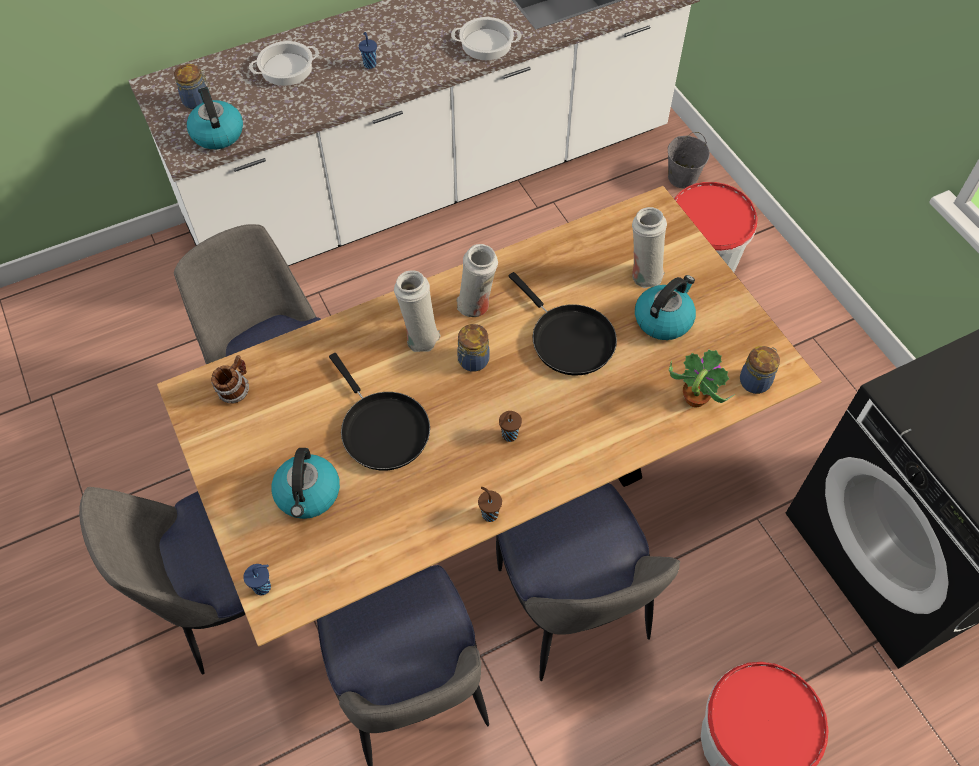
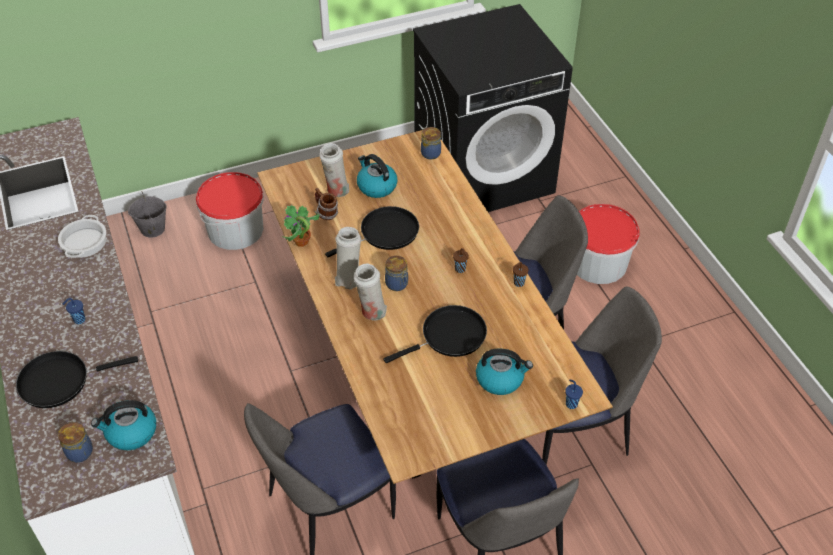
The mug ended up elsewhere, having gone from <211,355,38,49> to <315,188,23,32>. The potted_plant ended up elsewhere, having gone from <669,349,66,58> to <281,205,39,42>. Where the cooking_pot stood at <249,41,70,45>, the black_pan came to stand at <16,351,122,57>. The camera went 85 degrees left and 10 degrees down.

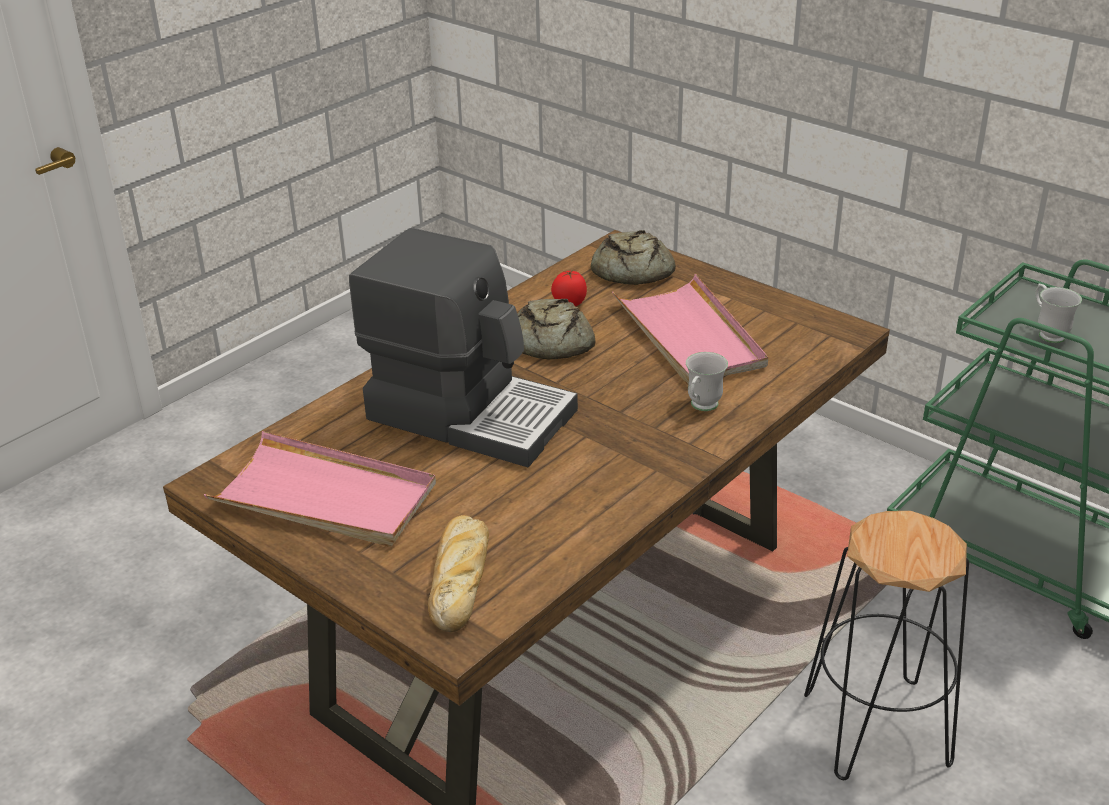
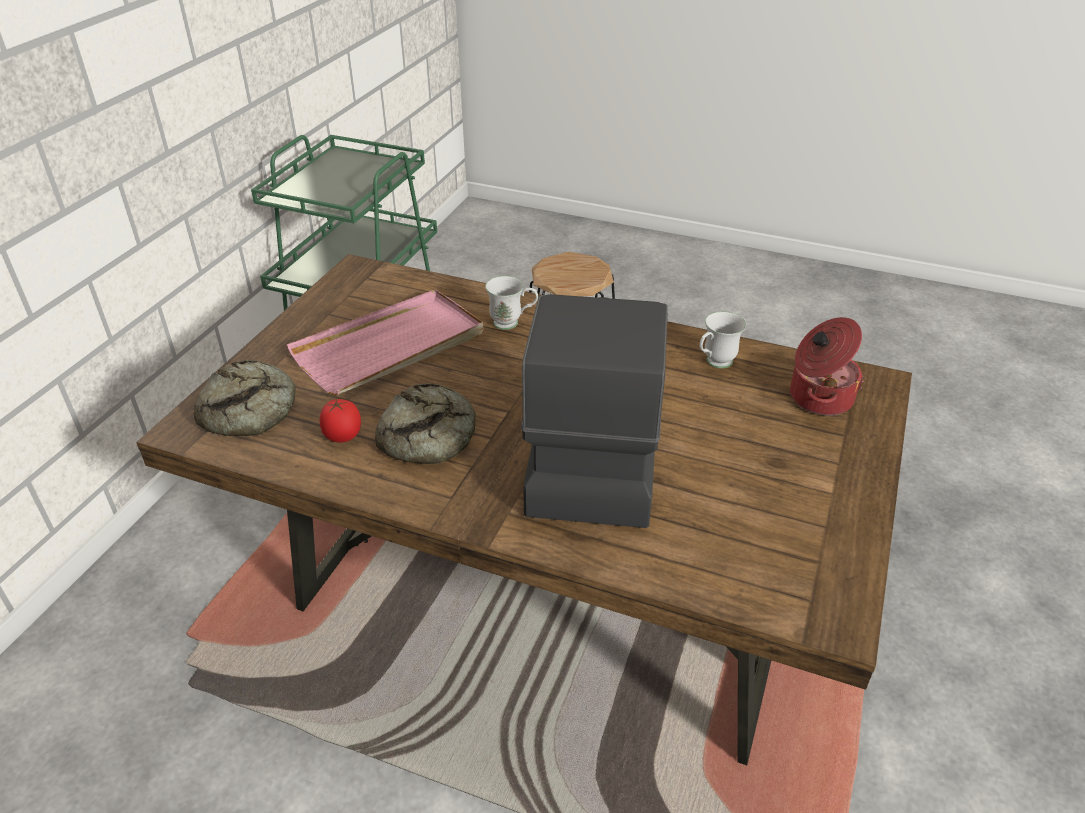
The second view lost the pinkish_tray at <204,431,232,116>. The white_mug ended up elsewhere, having gone from <1035,284,47,59> to <699,311,47,57>. Where the bread stood at <428,515,61,117>, the cooking_pot came to stand at <790,317,74,99>. The camera went 110 degrees left and 5 degrees up.

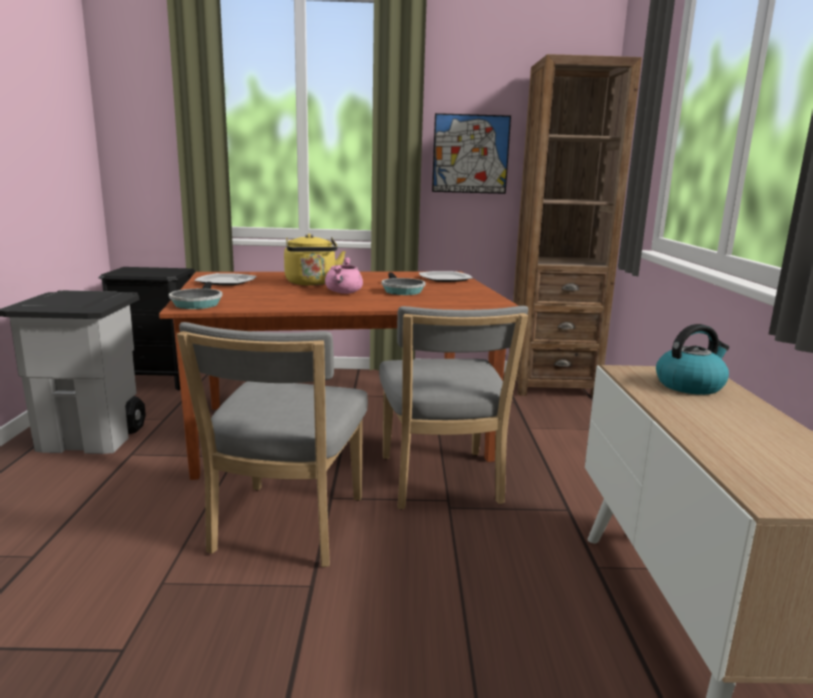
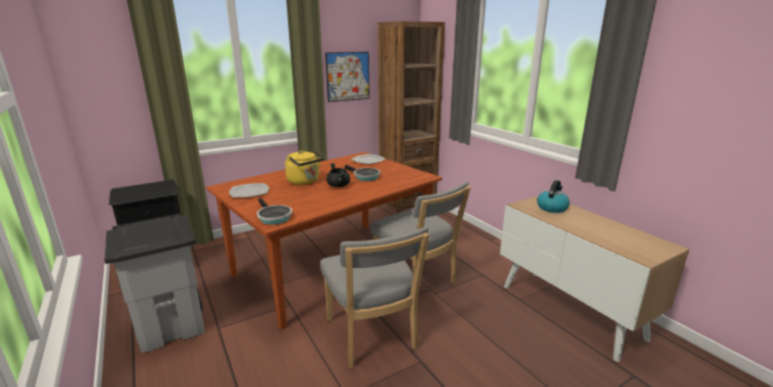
What was the pinkish_cooking_pot at <325,257,38,37> turned into the black_cooking_pot at <326,163,24,24>. The camera went 30 degrees left and 5 degrees up.

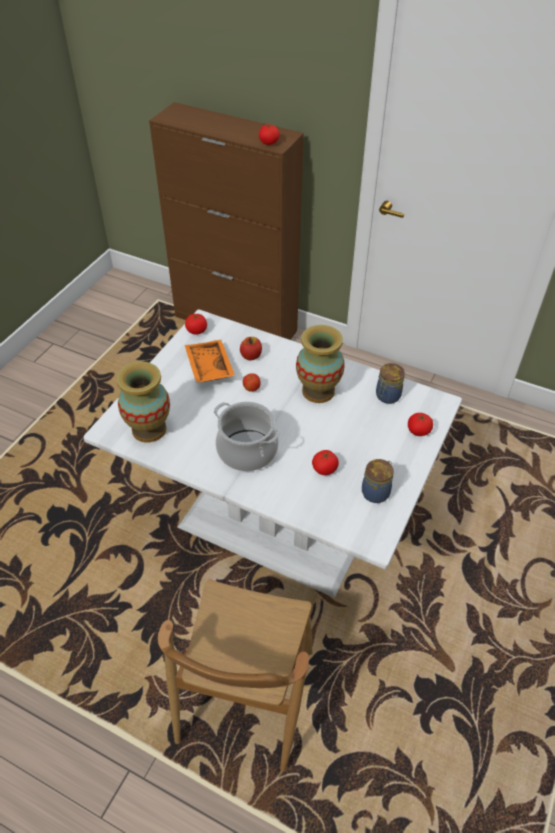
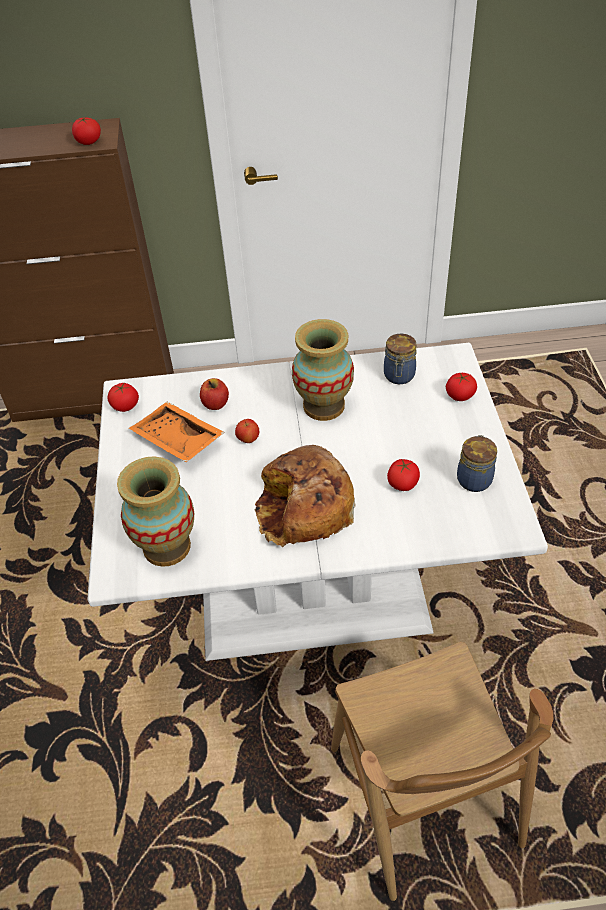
Where the cooking_pot stood at <214,401,66,70>, the bread came to stand at <255,445,101,102>. The camera went 30 degrees left and 0 degrees up.

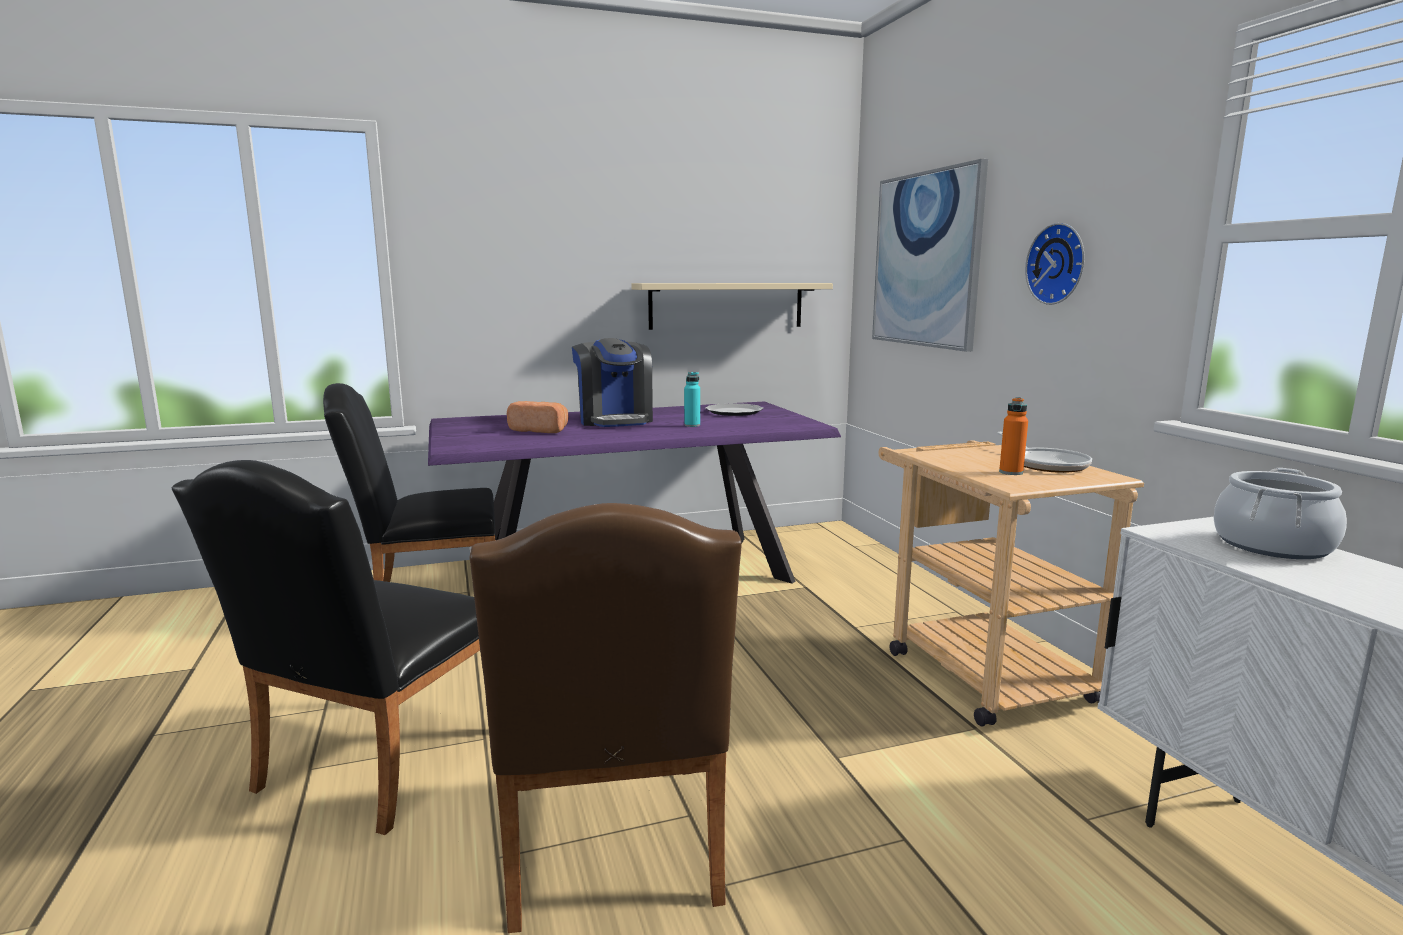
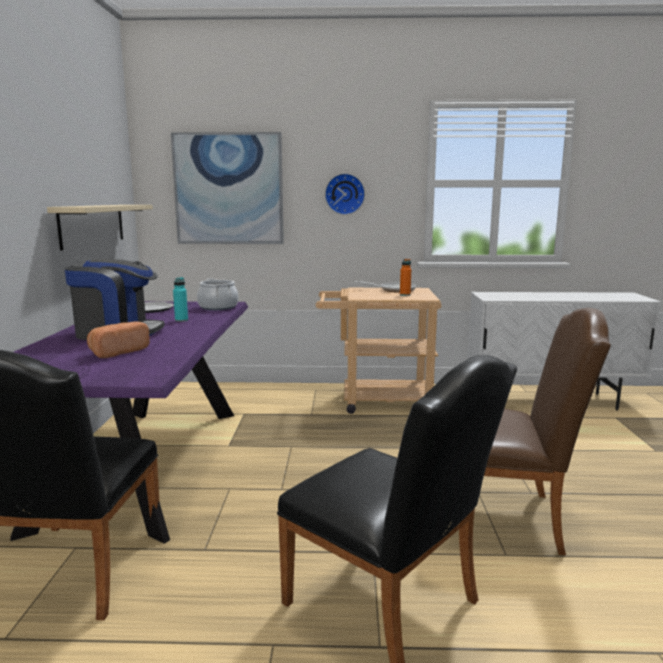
The cooking_pot ended up elsewhere, having gone from <1214,468,133,91> to <197,278,42,32>. The camera went 70 degrees left and 0 degrees up.

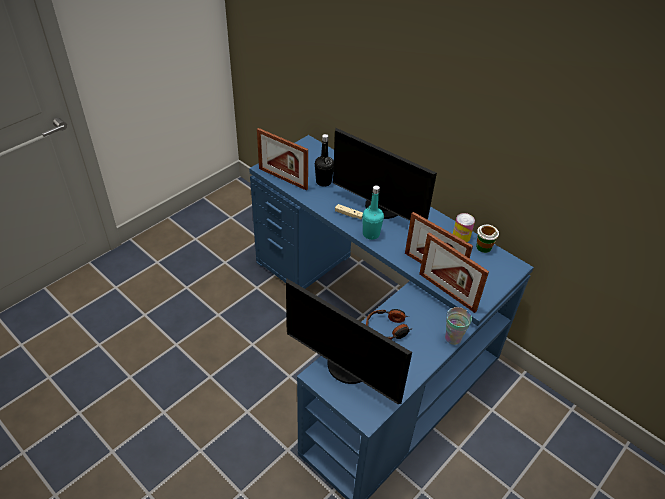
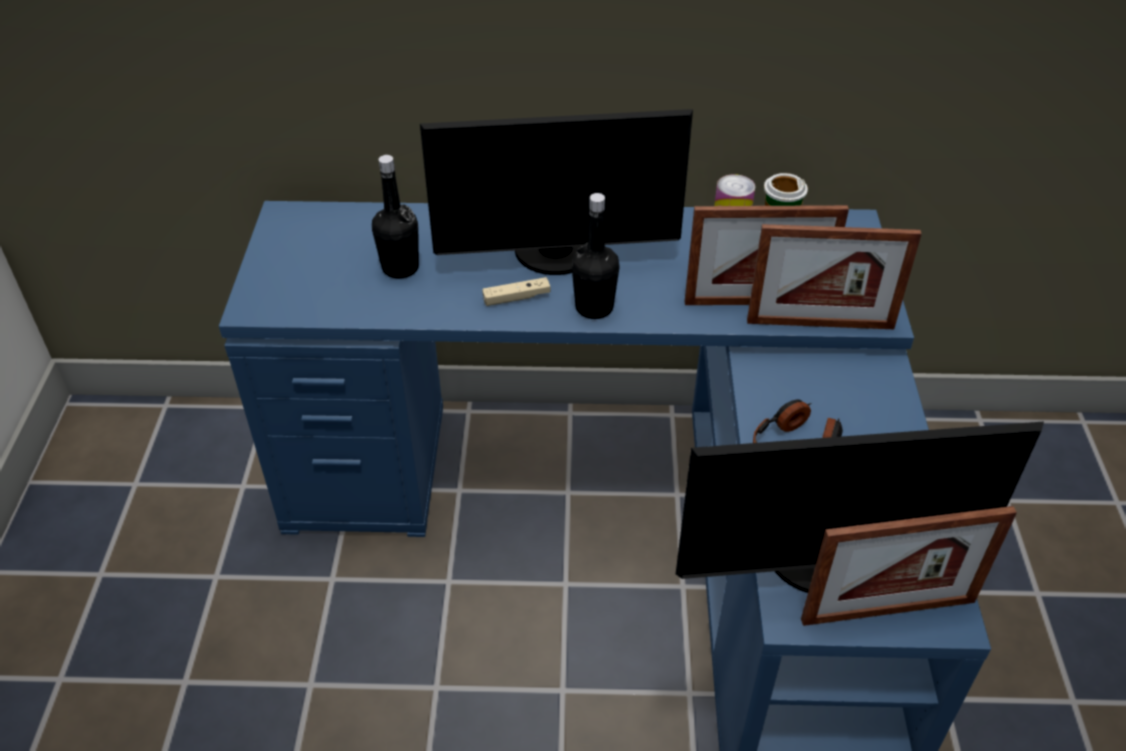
The second view lost the drinking_cup at <445,307,27,38>. The standing_frame ended up elsewhere, having gone from <257,128,51,63> to <801,506,216,120>. What was the blue-green_beverage_bottle at <362,185,22,55> turned into the black_beverage_bottle at <571,193,49,126>. The camera went 40 degrees left and 0 degrees up.

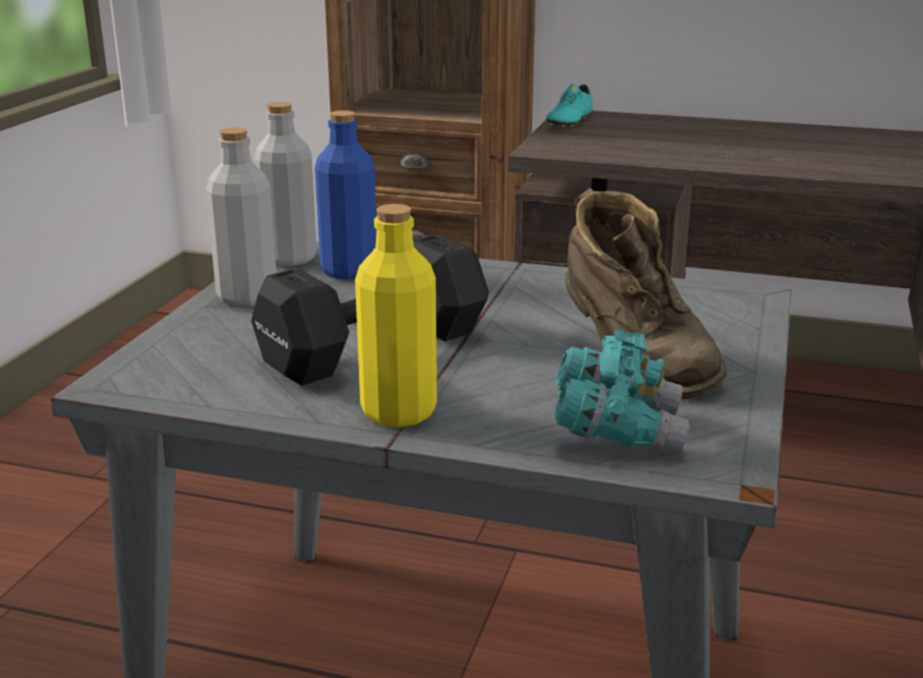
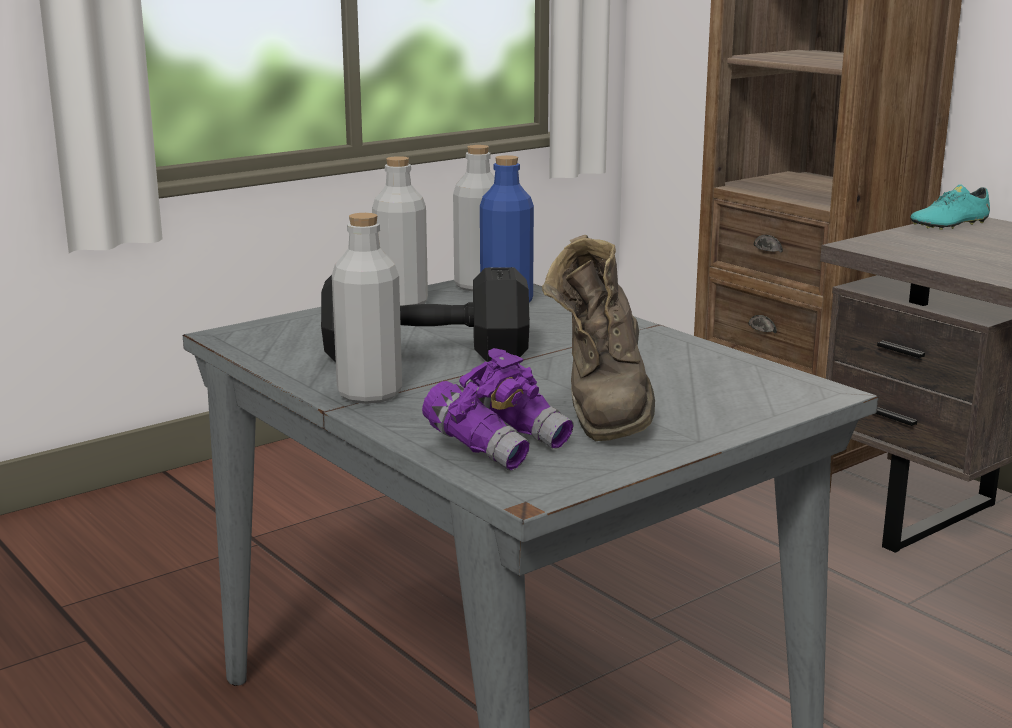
What was the yellow_beverage_bottle at <355,204,82,223> turned into the greyish_beverage_bottle at <332,213,70,191>. What was the blue-green_binoculars at <554,330,135,126> turned into the purple-coloured_binoculars at <422,348,151,122>. The camera went 35 degrees right and 5 degrees down.

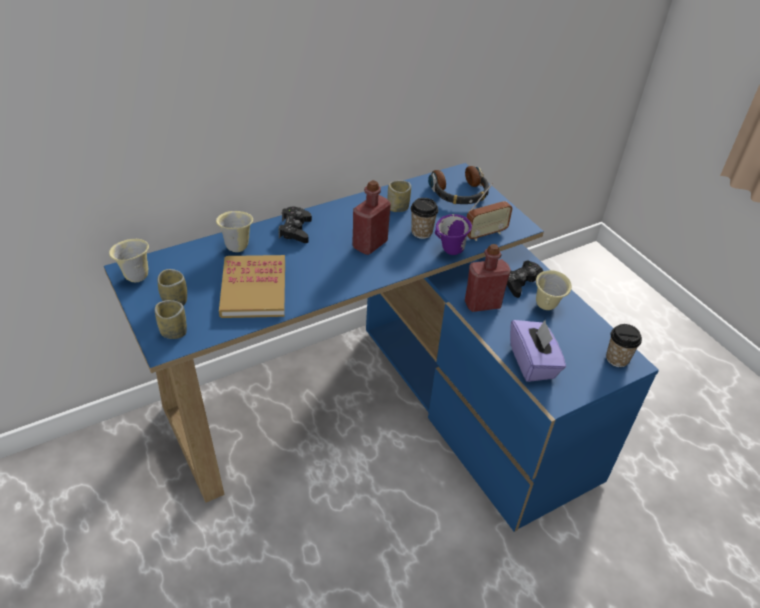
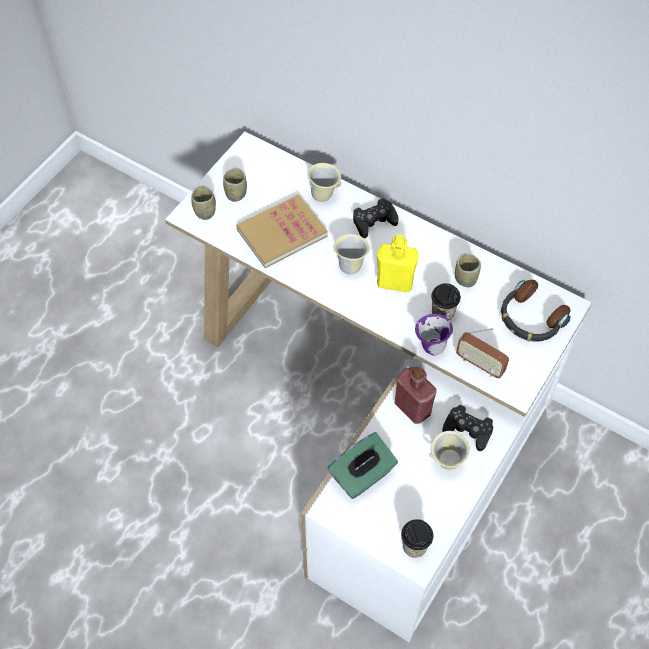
The sand-coloured_mug ended up elsewhere, having gone from <109,239,40,43> to <334,234,36,41>. What was the blue_desk at <104,163,555,369> turned into the white_desk at <165,132,427,510>. What was the red-coloured_beverage_bottle at <352,180,39,75> turned into the yellow_beverage_bottle at <377,235,42,57>. What was the purple-coloured_tissue_box at <510,320,56,62> turned into the green_tissue_box at <328,432,70,67>. The camera went 65 degrees right and 15 degrees up.

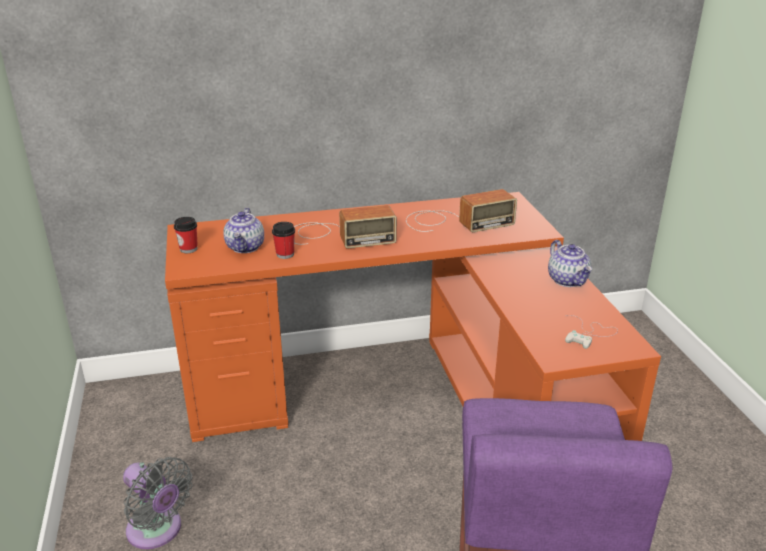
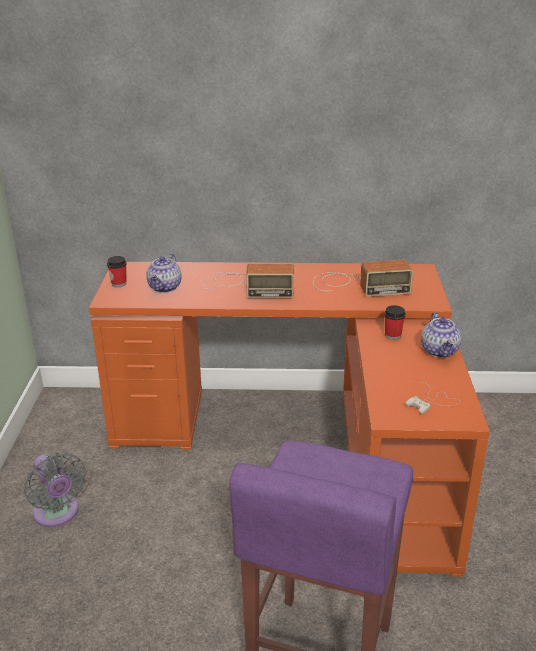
The drinking_cup ended up elsewhere, having gone from <272,222,23,37> to <384,305,22,35>. The camera went 15 degrees right and 0 degrees up.

